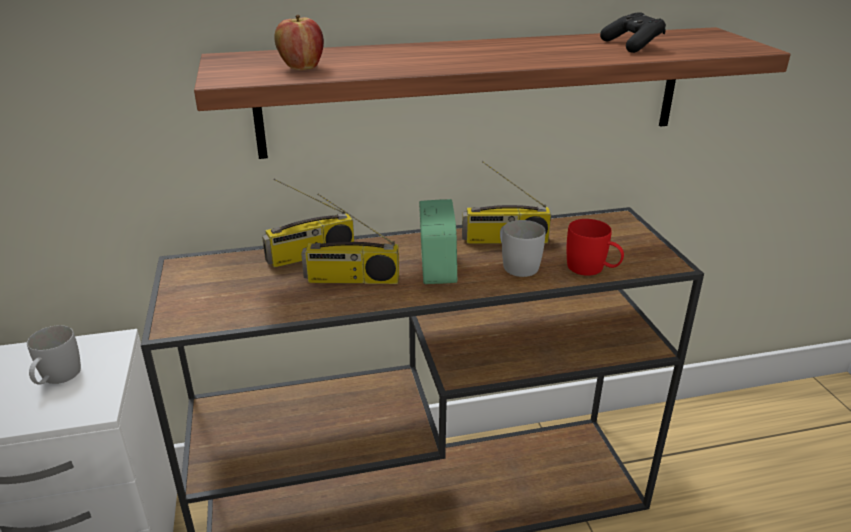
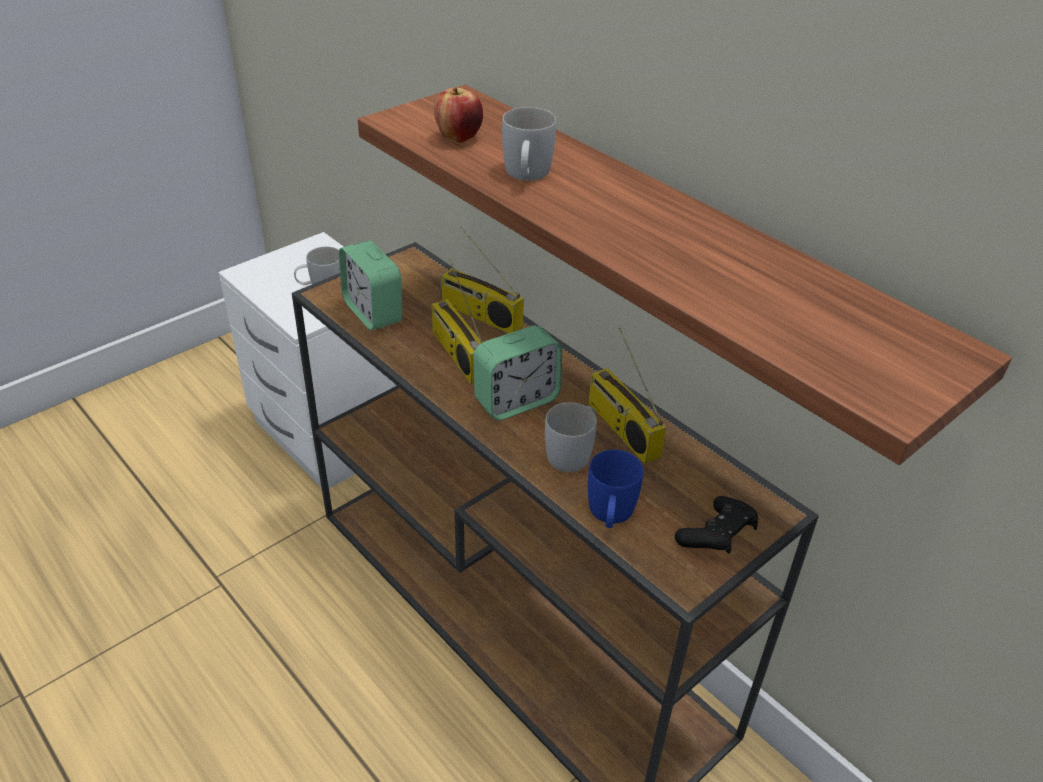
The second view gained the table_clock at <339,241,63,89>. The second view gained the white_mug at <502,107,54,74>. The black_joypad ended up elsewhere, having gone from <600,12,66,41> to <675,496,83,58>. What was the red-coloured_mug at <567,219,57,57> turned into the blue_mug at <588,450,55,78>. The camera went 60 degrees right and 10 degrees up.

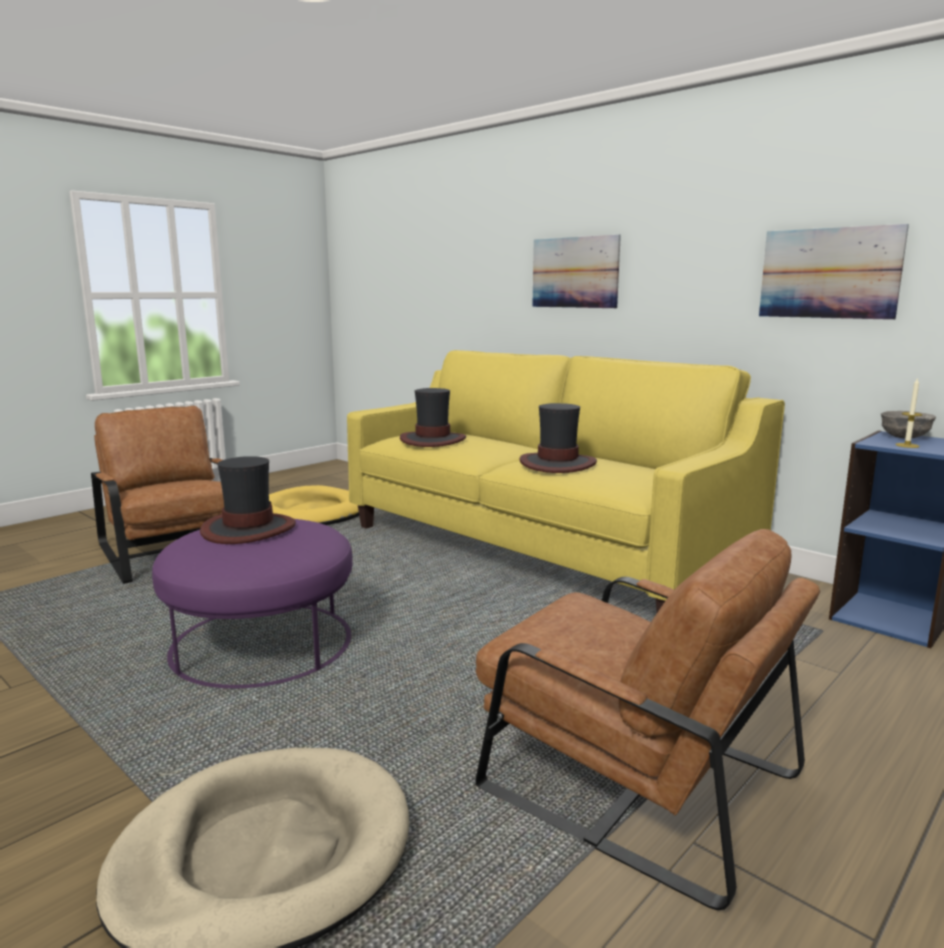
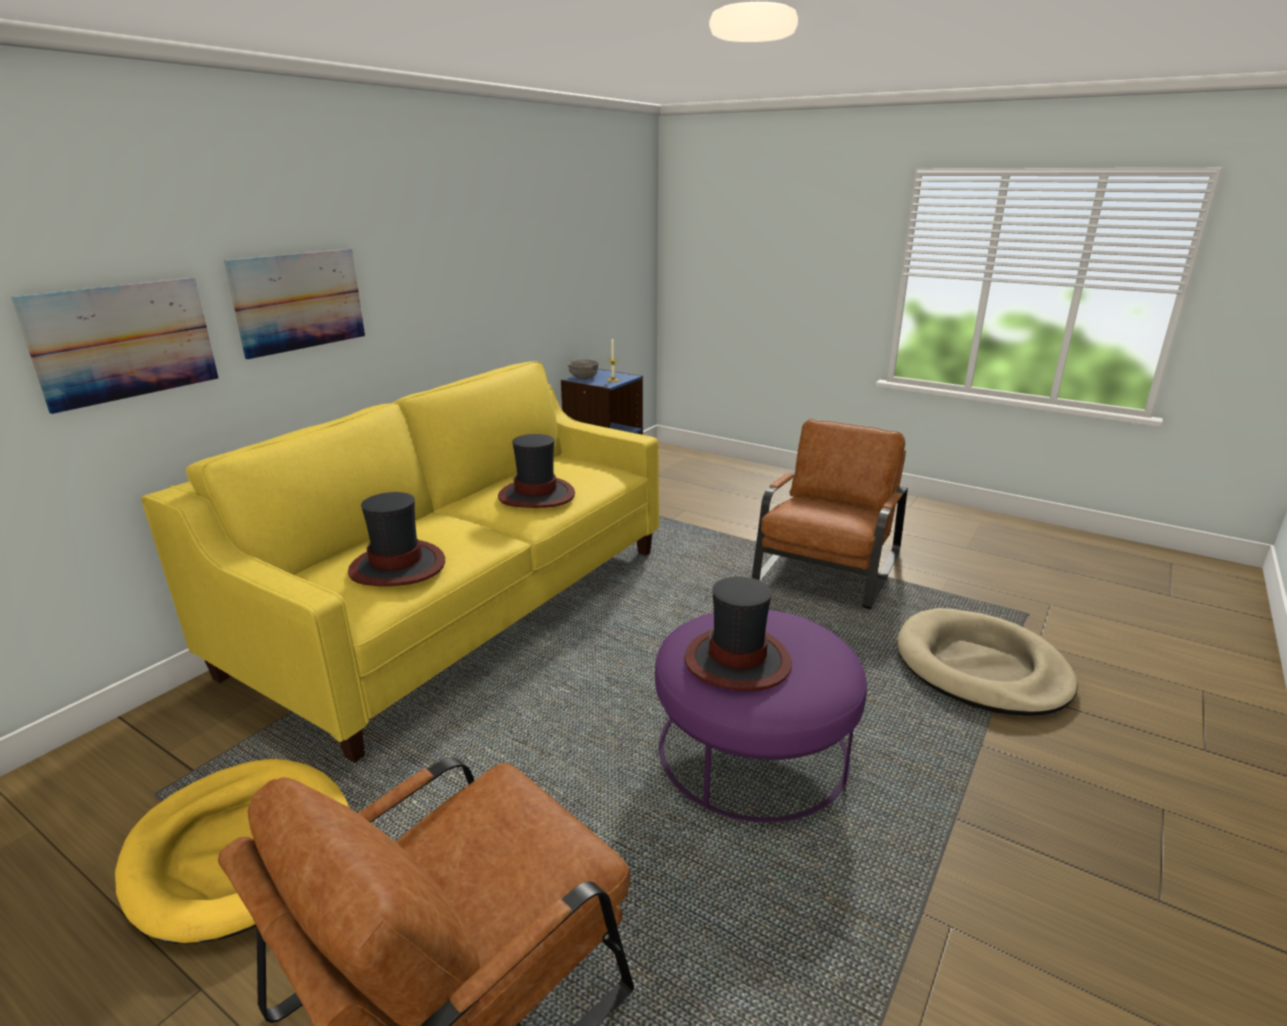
The wall_art ended up elsewhere, having gone from <759,224,150,96> to <11,277,208,137>. The camera went 100 degrees left and 10 degrees up.

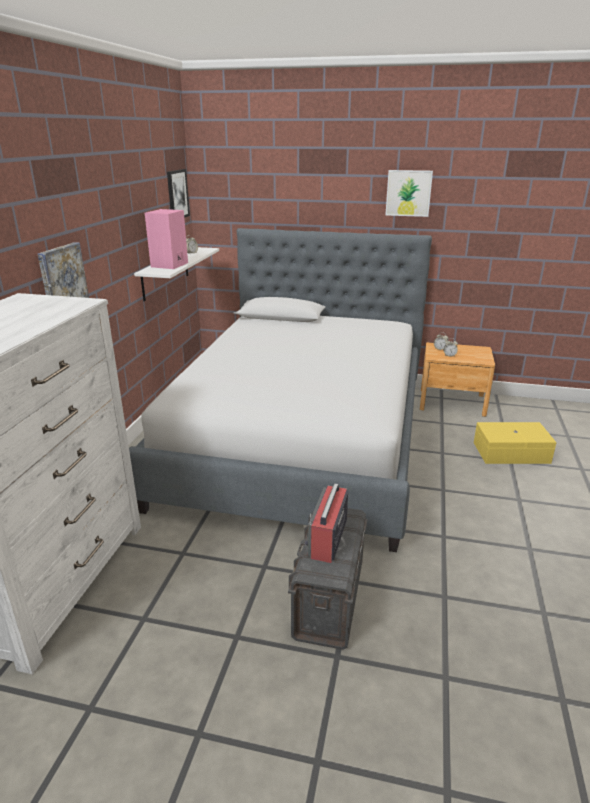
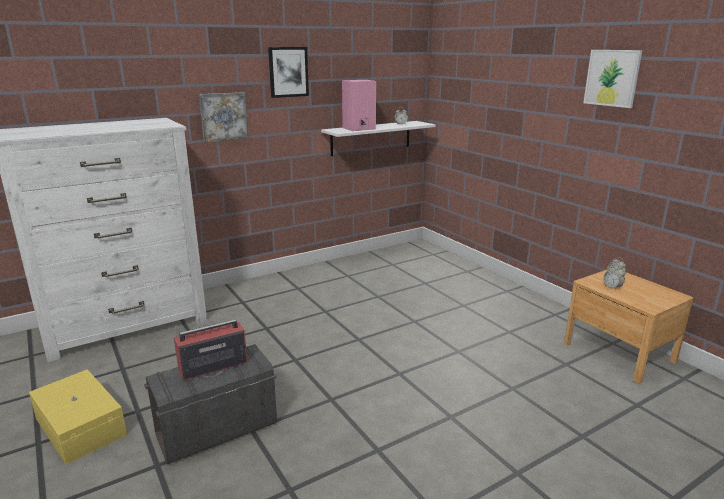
The second view lost the sleeping_bed at <129,228,303,324>. The wall_art ended up elsewhere, having gone from <167,169,23,49> to <268,47,41,51>. The yellow_storage_container ended up elsewhere, having gone from <474,422,83,42> to <29,369,98,96>. The camera went 45 degrees right and 5 degrees down.

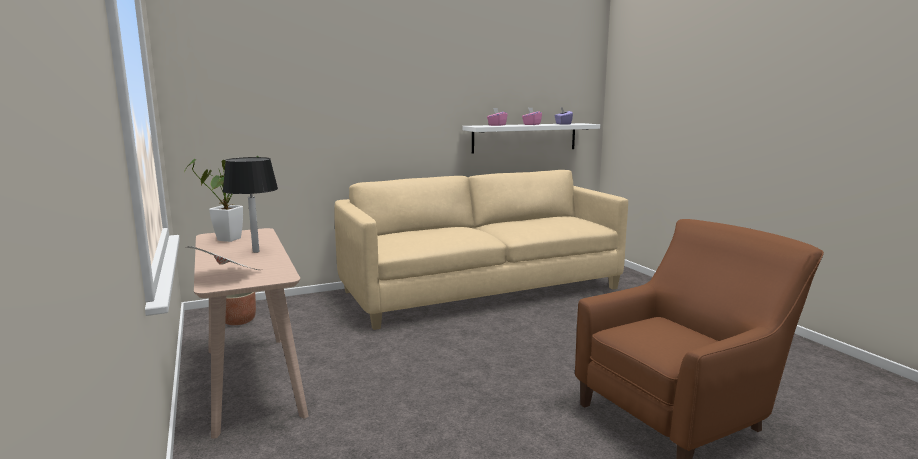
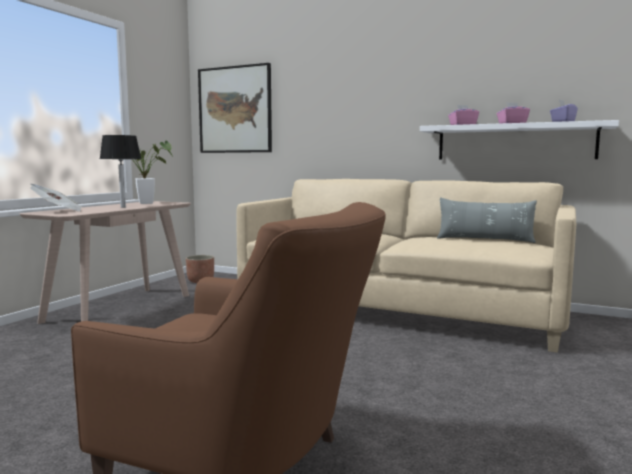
The second view gained the wall_art at <198,63,74,90>. The second view gained the greyish_pillow at <437,197,100,46>. The camera went 50 degrees right and 5 degrees down.

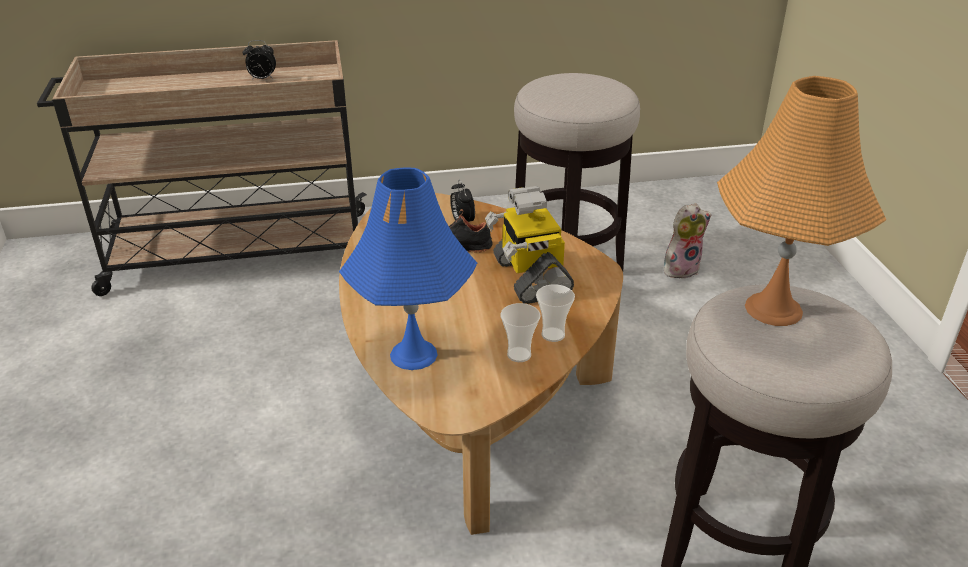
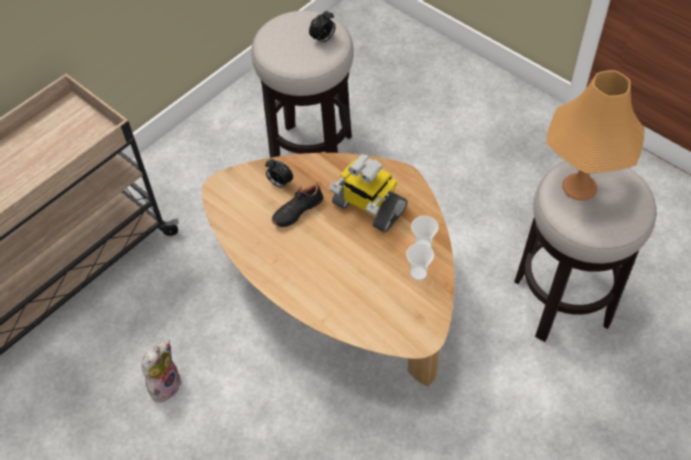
The second view lost the blue_table_lamp at <339,168,138,202>. The table_clock ended up elsewhere, having gone from <243,40,33,40> to <309,10,26,34>. The soft_toy ended up elsewhere, having gone from <664,203,47,76> to <141,340,41,63>. The camera went 35 degrees left and 20 degrees up.

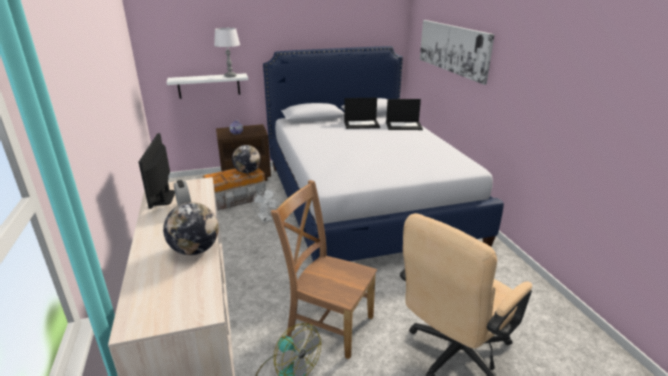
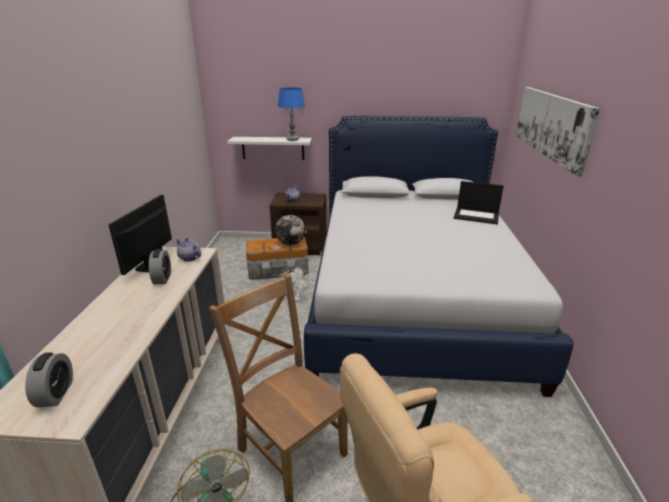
The second view lost the globe at <163,202,56,53>. The second view lost the portable_computer at <344,98,36,31>. The second view gained the table_clock at <25,352,48,55>. The second view gained the teapot at <176,238,25,24>. What was the white_table_lamp at <214,28,26,49> turned into the blue_table_lamp at <278,88,27,53>. The camera went 20 degrees right and 0 degrees up.

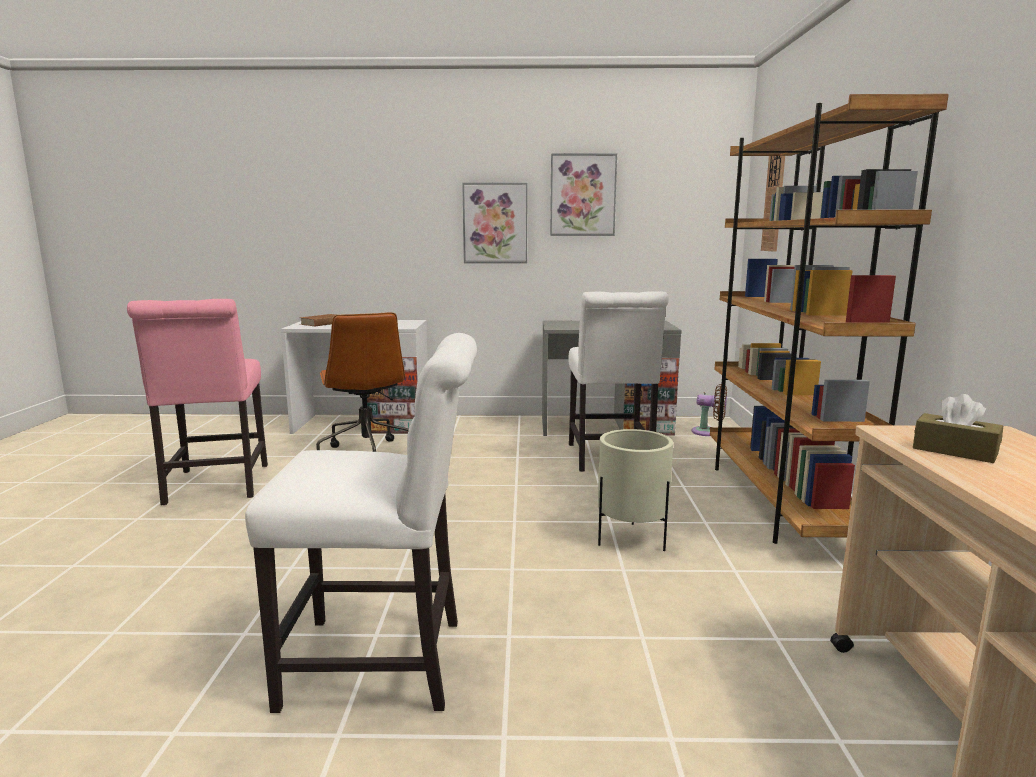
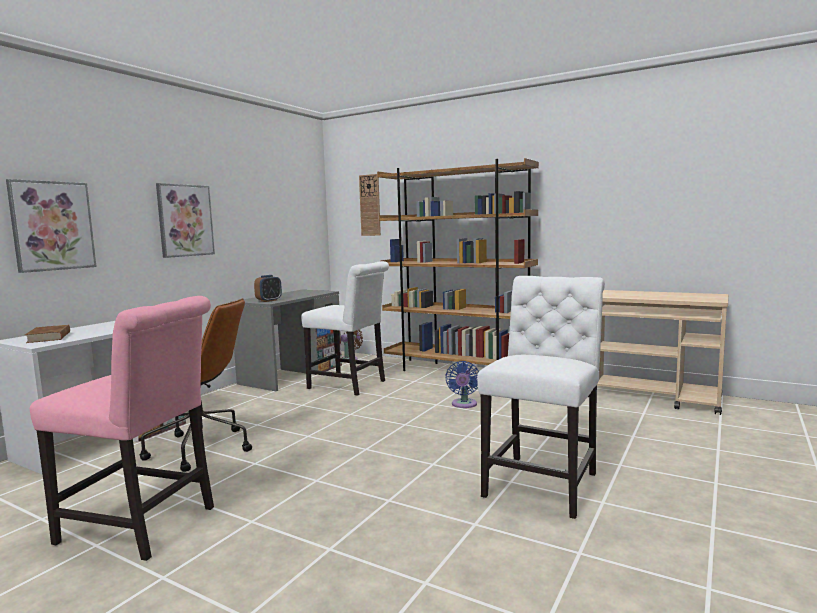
The second view lost the brown-coloured_tissue_box at <913,394,90,69>. The second view gained the table_clock at <254,275,28,27>. The wall_art ended up elsewhere, having gone from <550,153,67,83> to <6,179,91,94>. Where the sand-coloured_plant_pot stood at <598,429,75,122>, the blue_electric_fan came to stand at <445,361,34,47>. The camera went 60 degrees left and 5 degrees down.

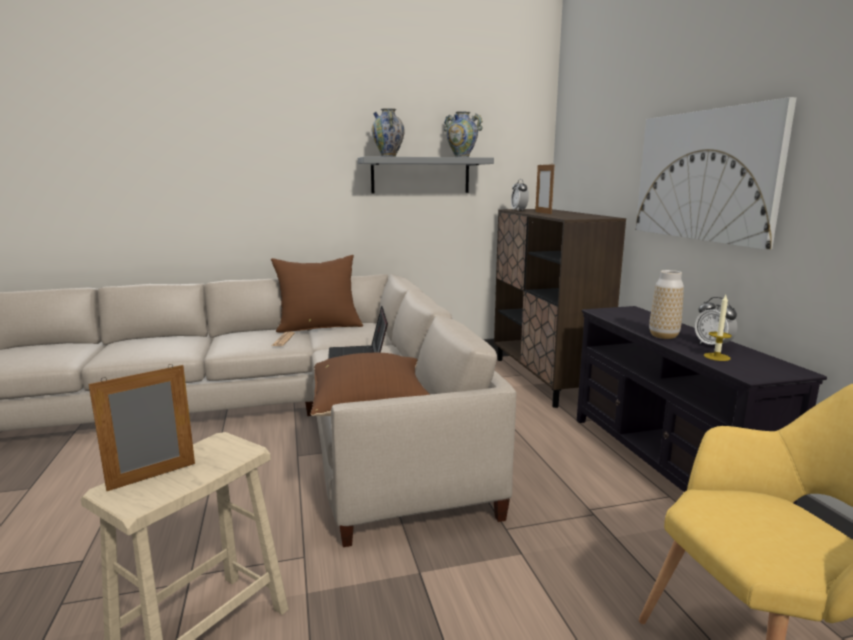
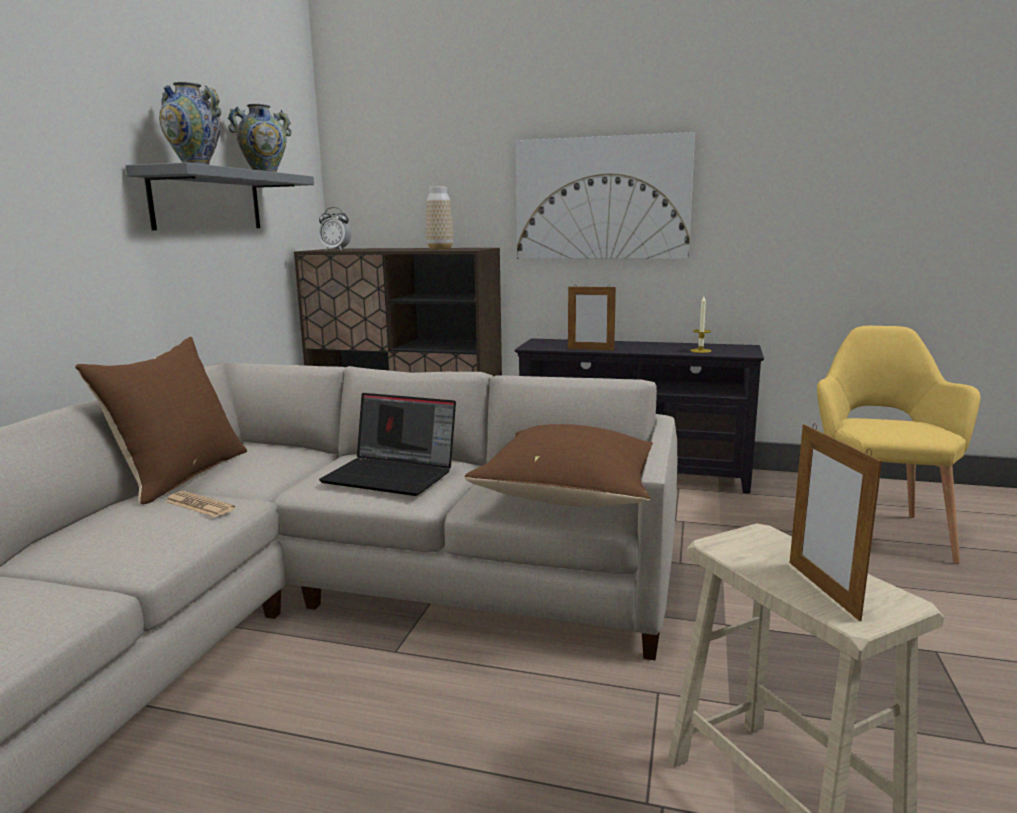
The second view lost the table_clock at <695,297,43,48>. The standing_frame ended up elsewhere, having gone from <535,163,19,51> to <568,284,48,67>. The vase ended up elsewhere, having gone from <649,270,35,69> to <426,187,27,63>. The camera went 60 degrees left and 0 degrees up.

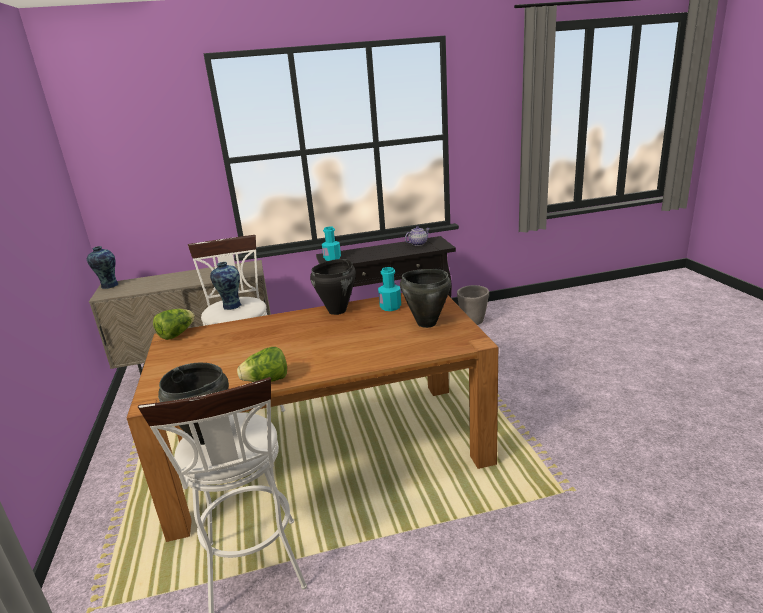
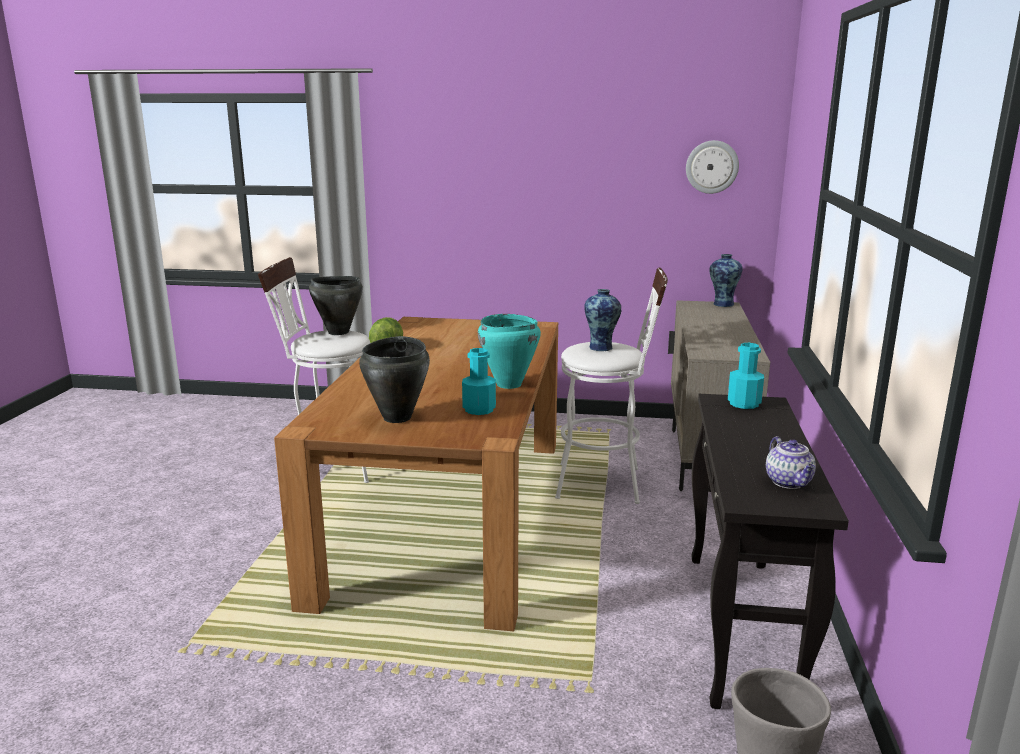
The second view lost the lettuce_head at <153,309,42,31>. The second view gained the hanging_clock at <686,140,53,54>. What was the black_cooking_pot at <310,259,46,56> turned into the blue-green_cooking_pot at <478,314,63,75>. The camera went 110 degrees right and 5 degrees down.

